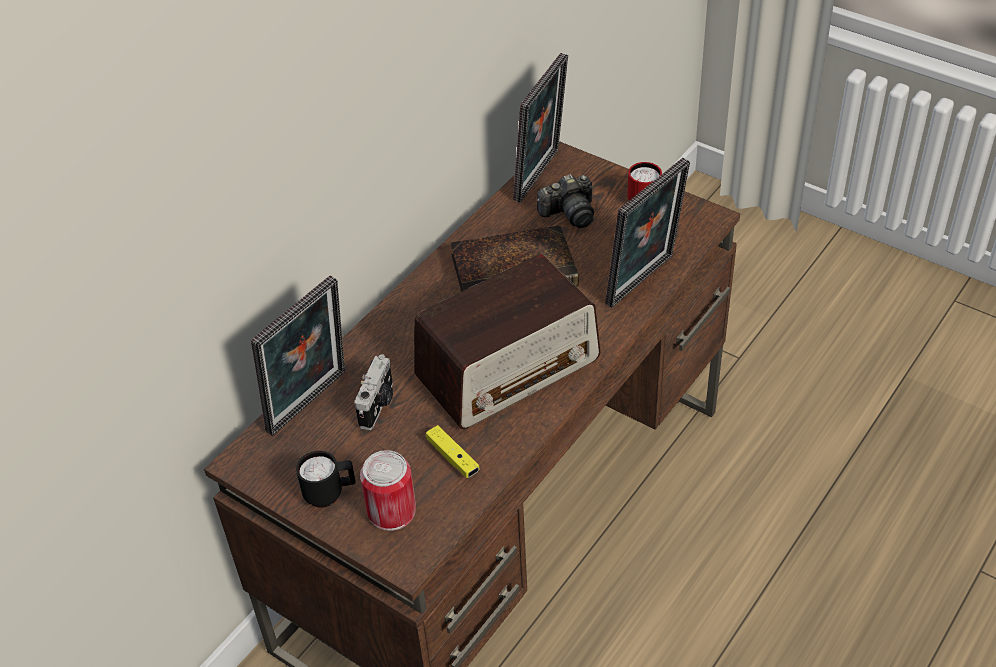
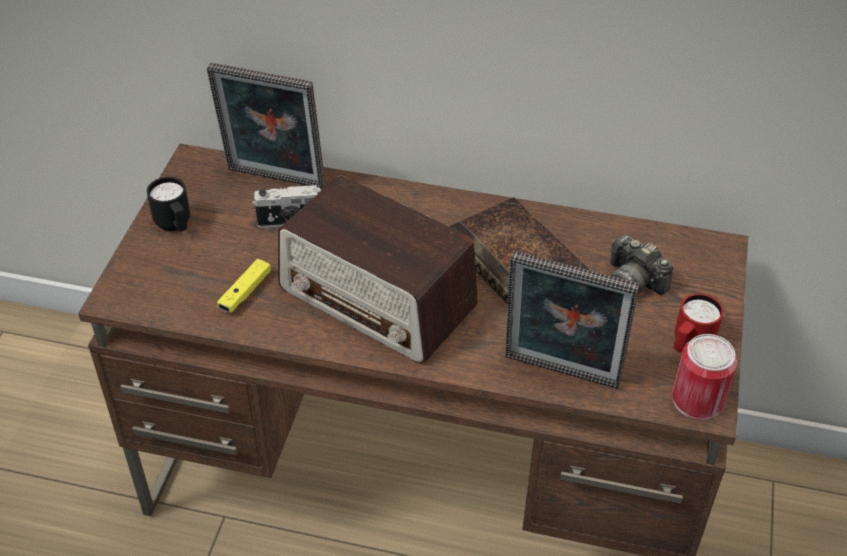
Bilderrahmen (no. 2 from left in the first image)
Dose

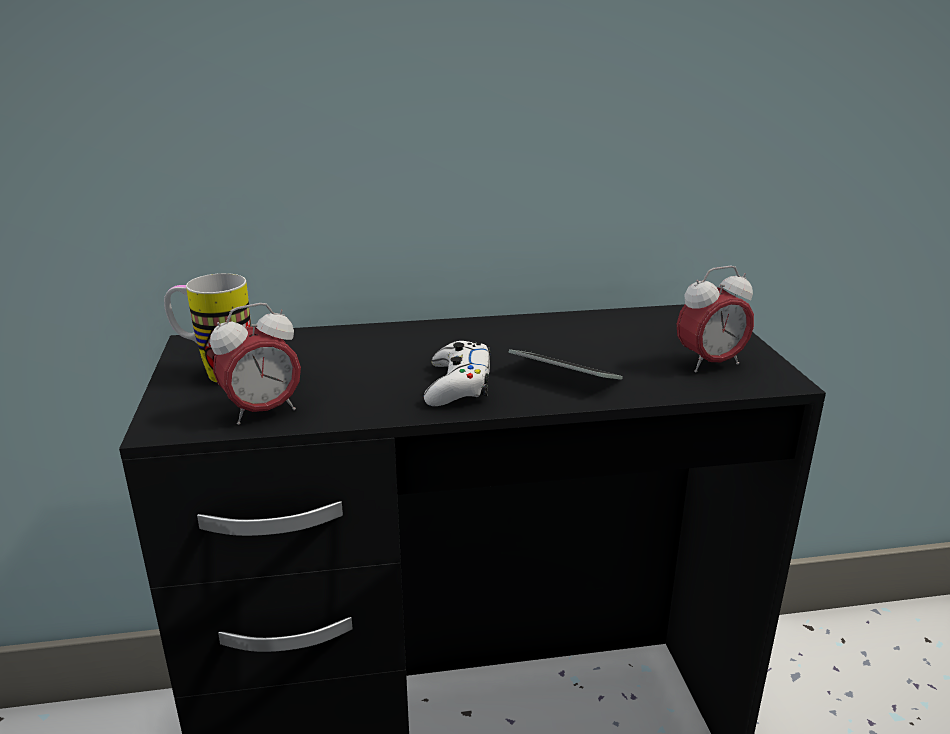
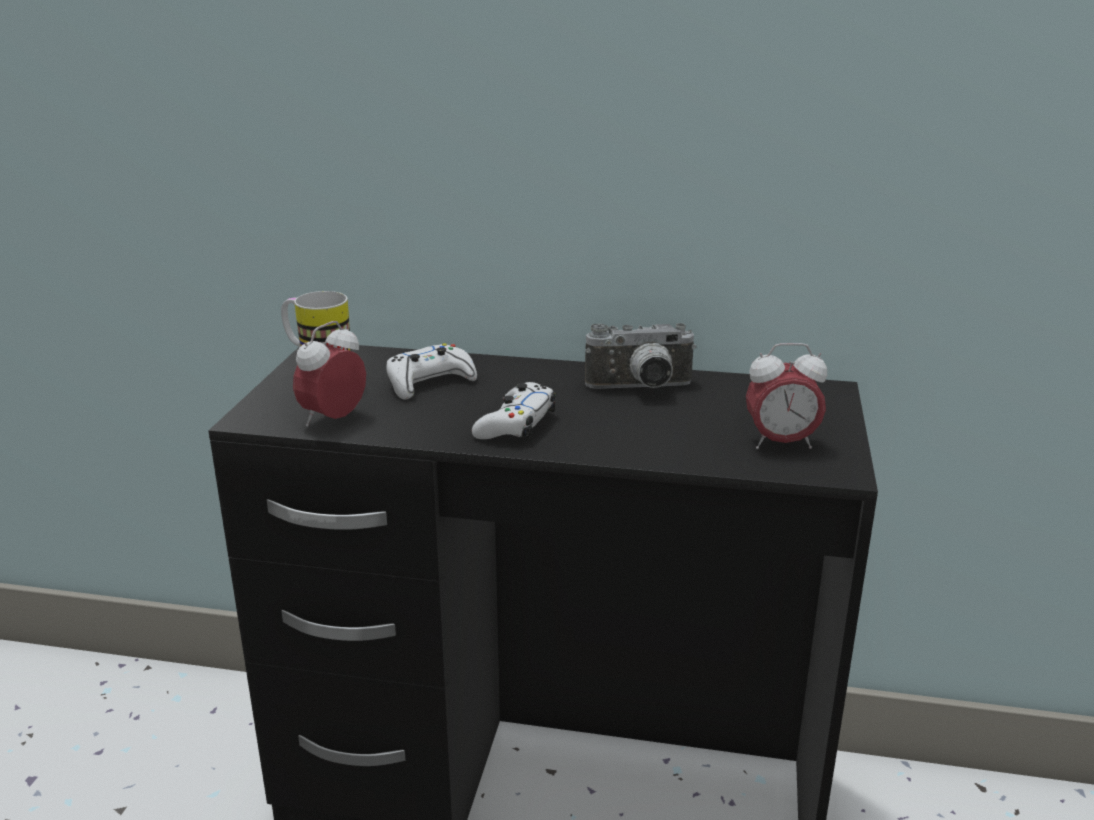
Handy
Gamepad [weiß] (no. 1 from left)
Kamera
Wecker (no. 1 from left)

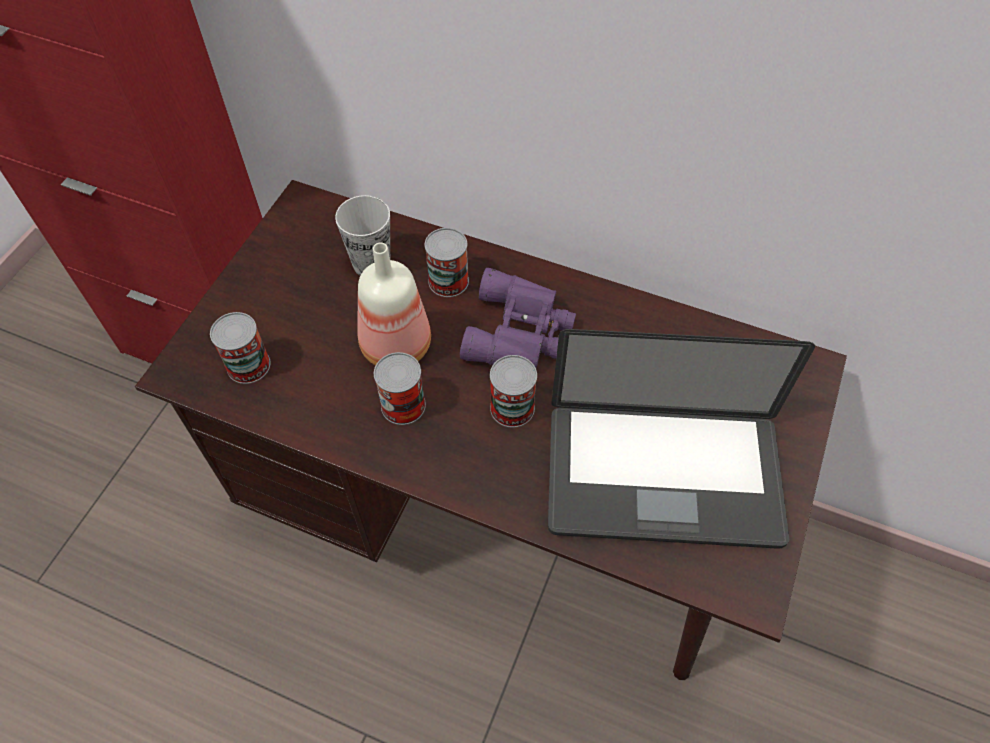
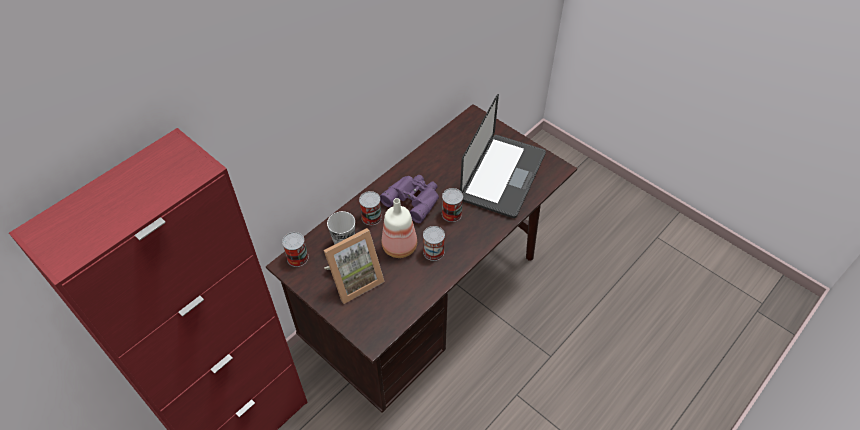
Bilderrahmen
Dose (no. 1 from left)

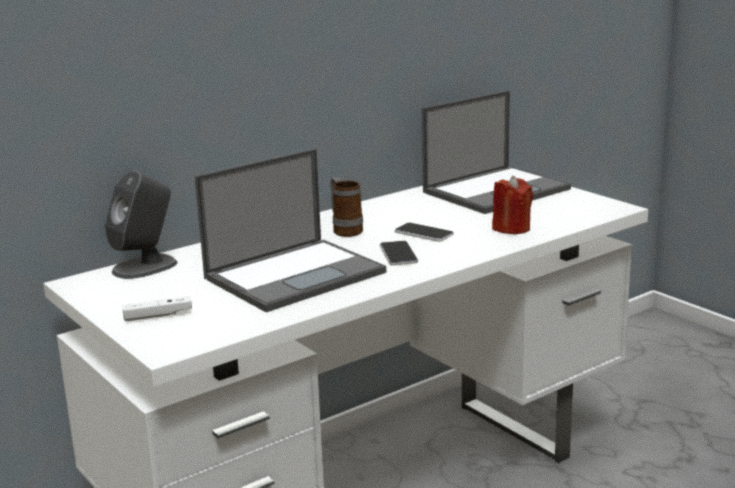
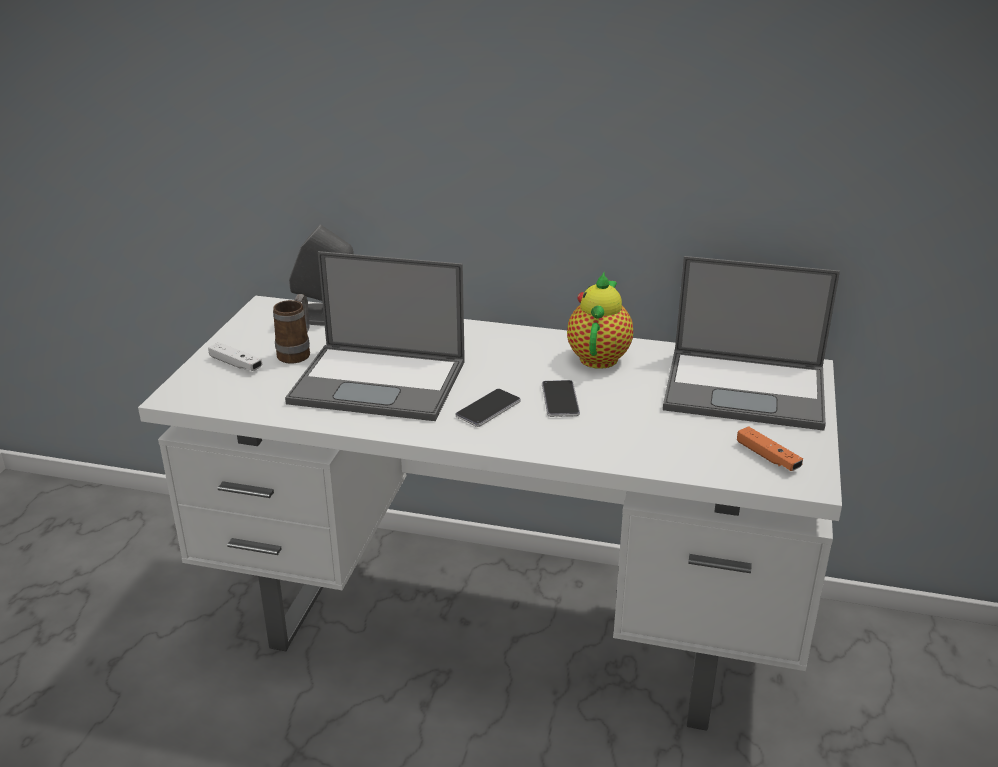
Kerze [rot]
Teekanne
Gamepad [orange]
Henkelbecher

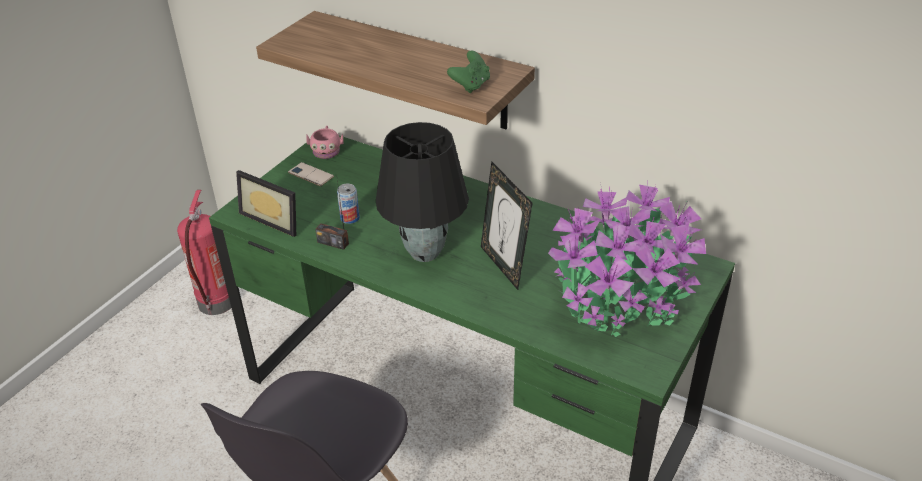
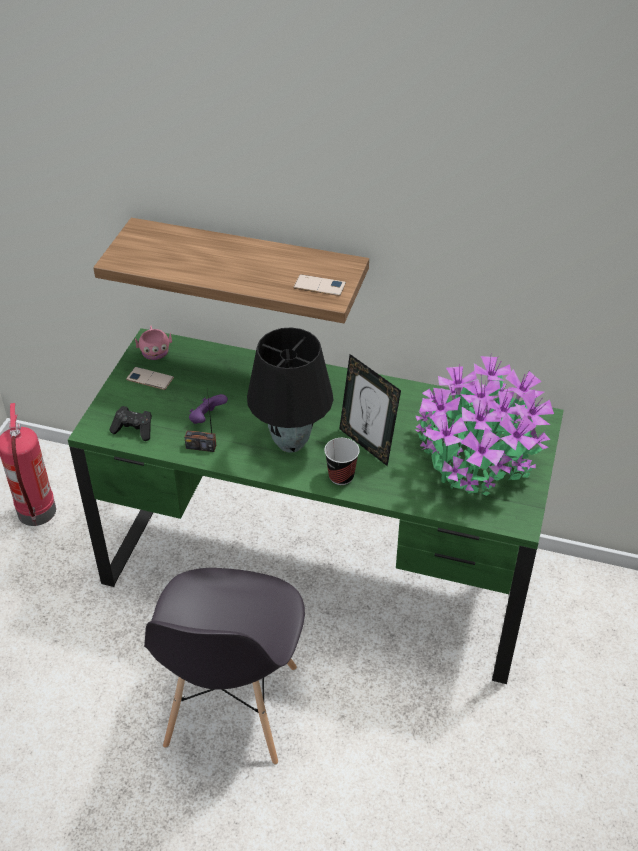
Tasse
Gamepad [schwarz]
Gamepad [lila]
Handy (no. 2 from left)

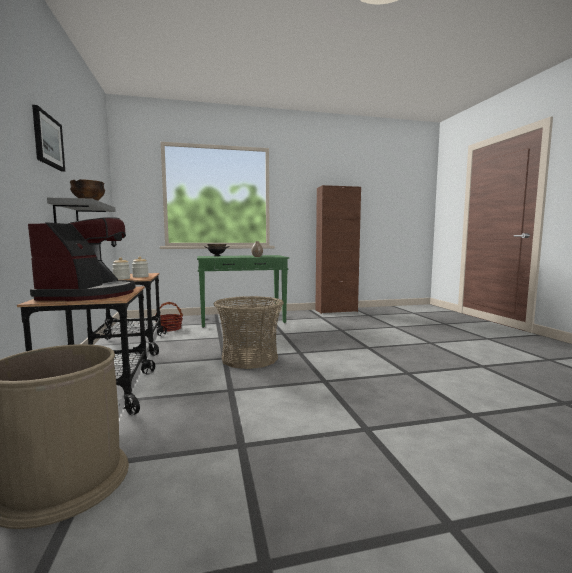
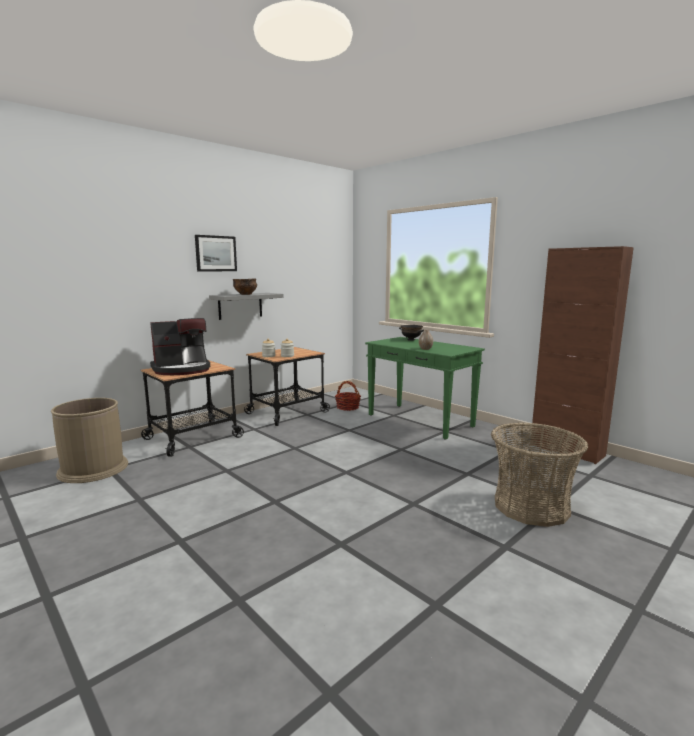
Korb (no. 2 from left)

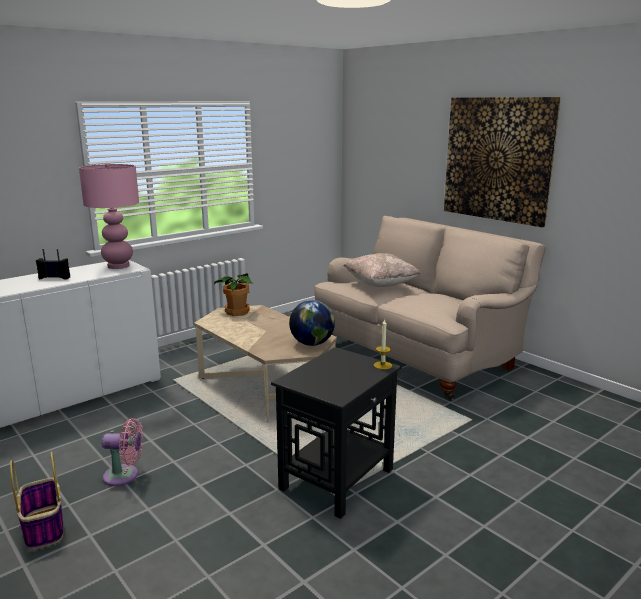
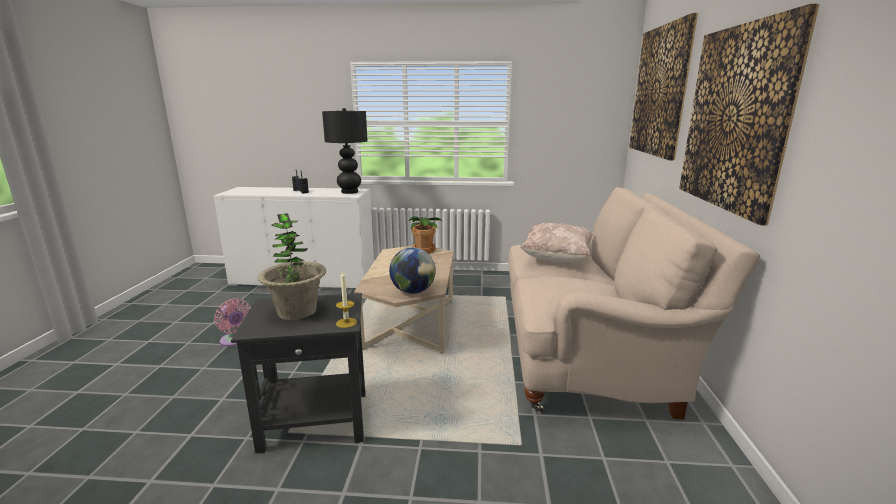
Korb
Topfpflanze (no. 1 from left)
Bild (no. 1 from left)
Tischlampe [schwarz]

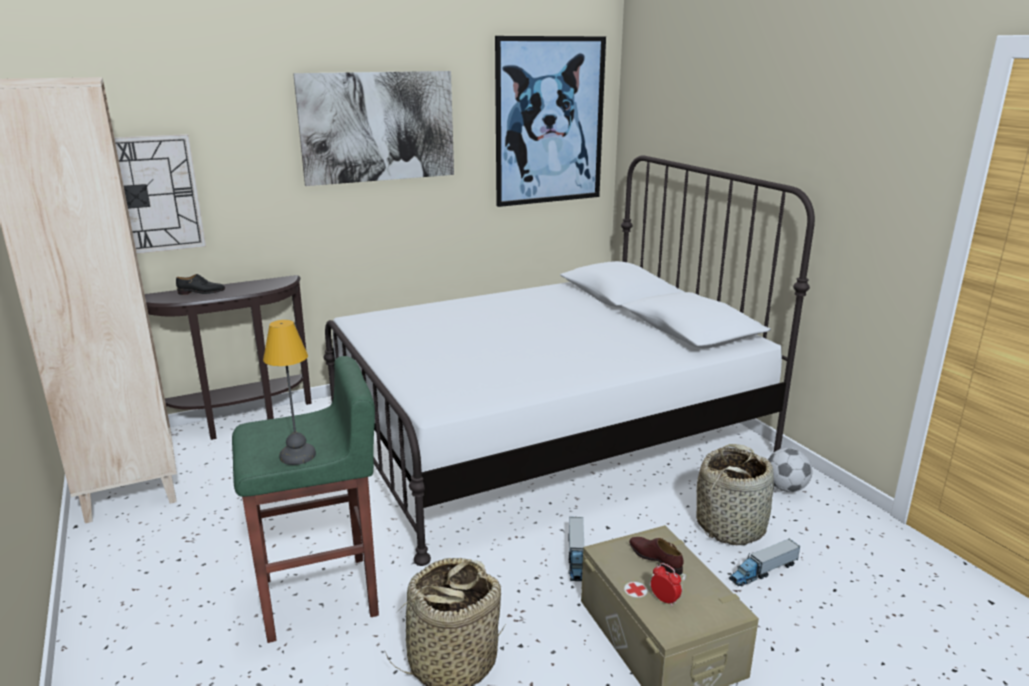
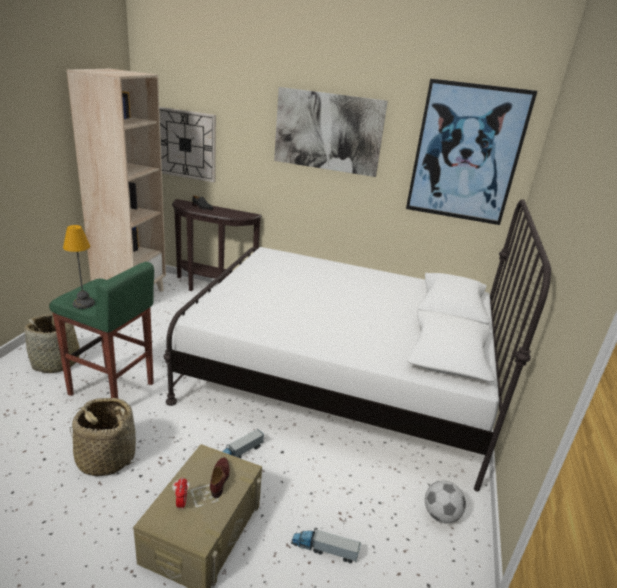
Korb (no. 1 from left)

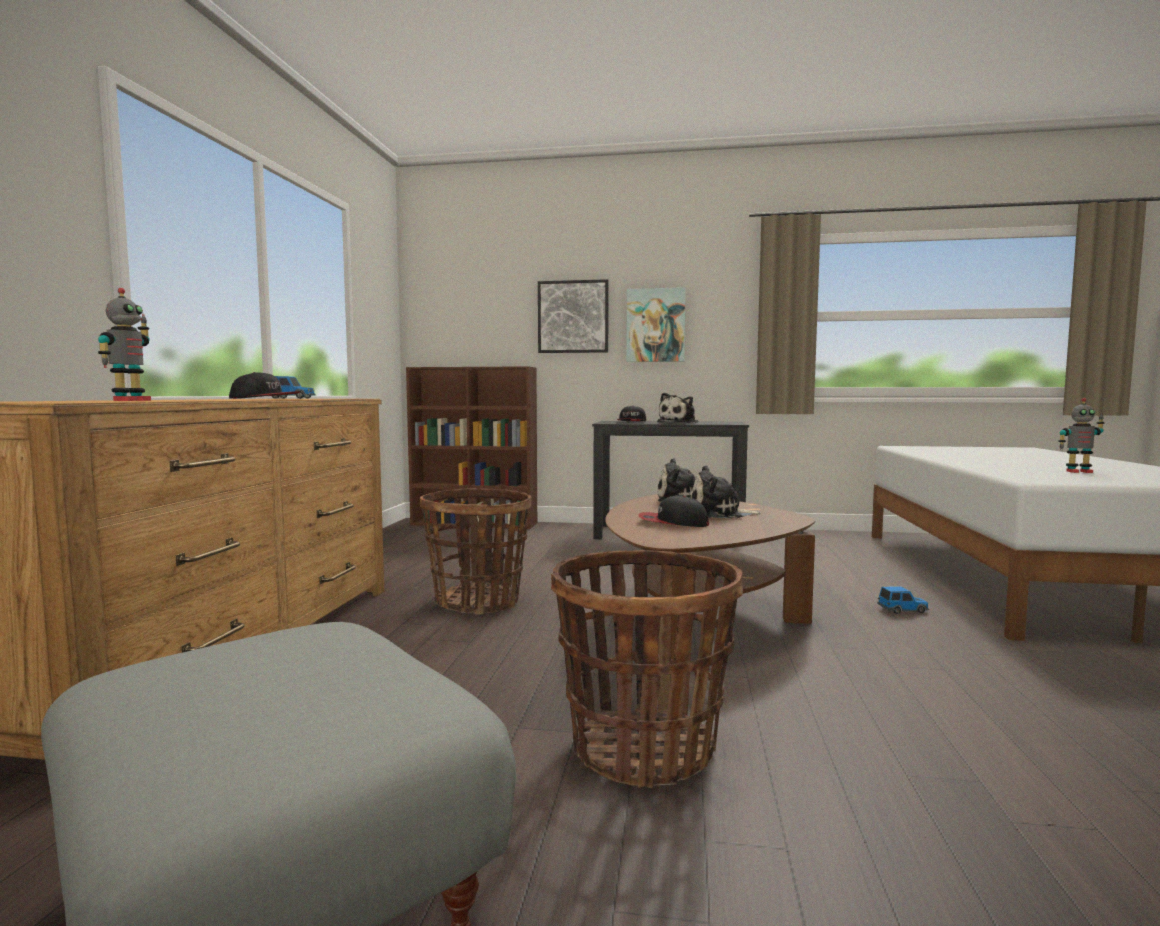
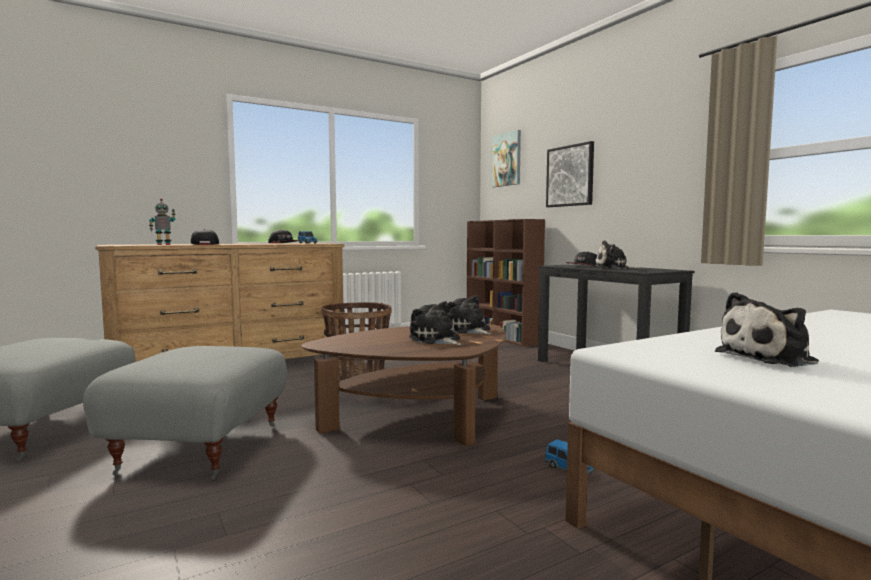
Bild (no. 1 from left)
Kappe (no. 1 from left)
Polsterhocker [grau] (no. 2 from left)
Plüschtier (no. 4 from left)

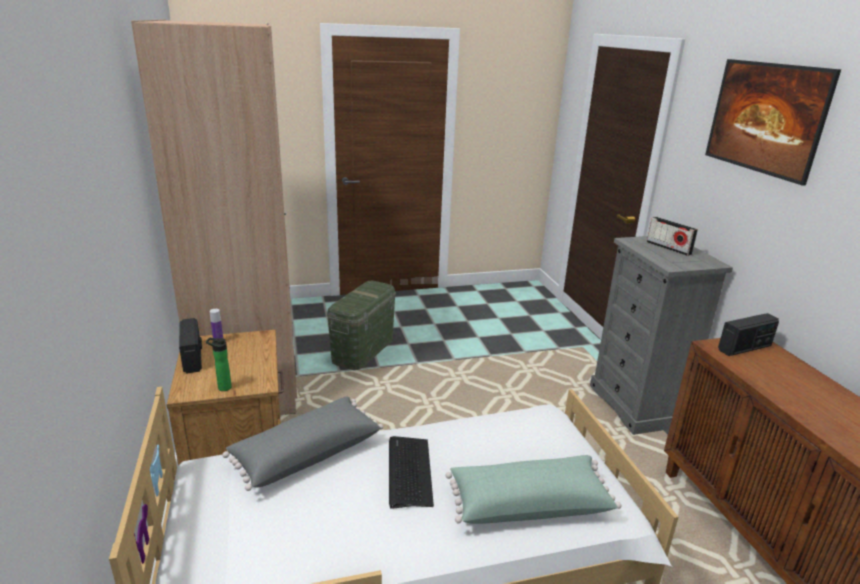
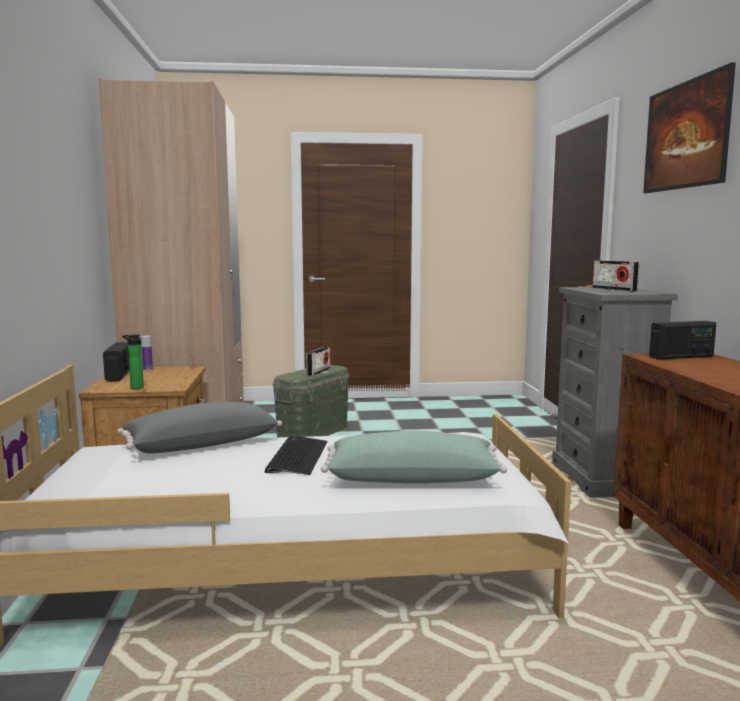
Radio (no. 2 from left)

